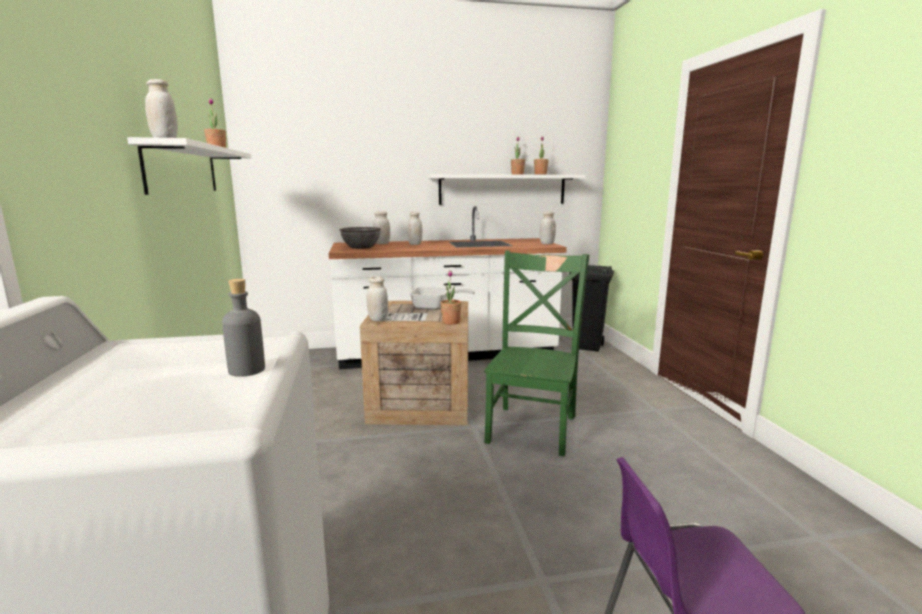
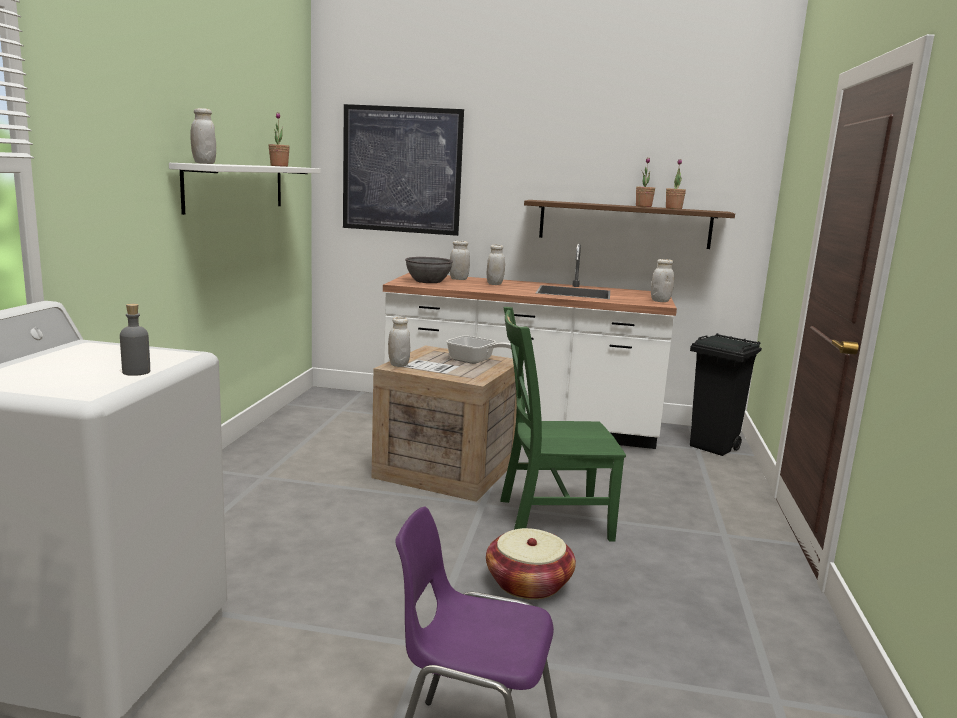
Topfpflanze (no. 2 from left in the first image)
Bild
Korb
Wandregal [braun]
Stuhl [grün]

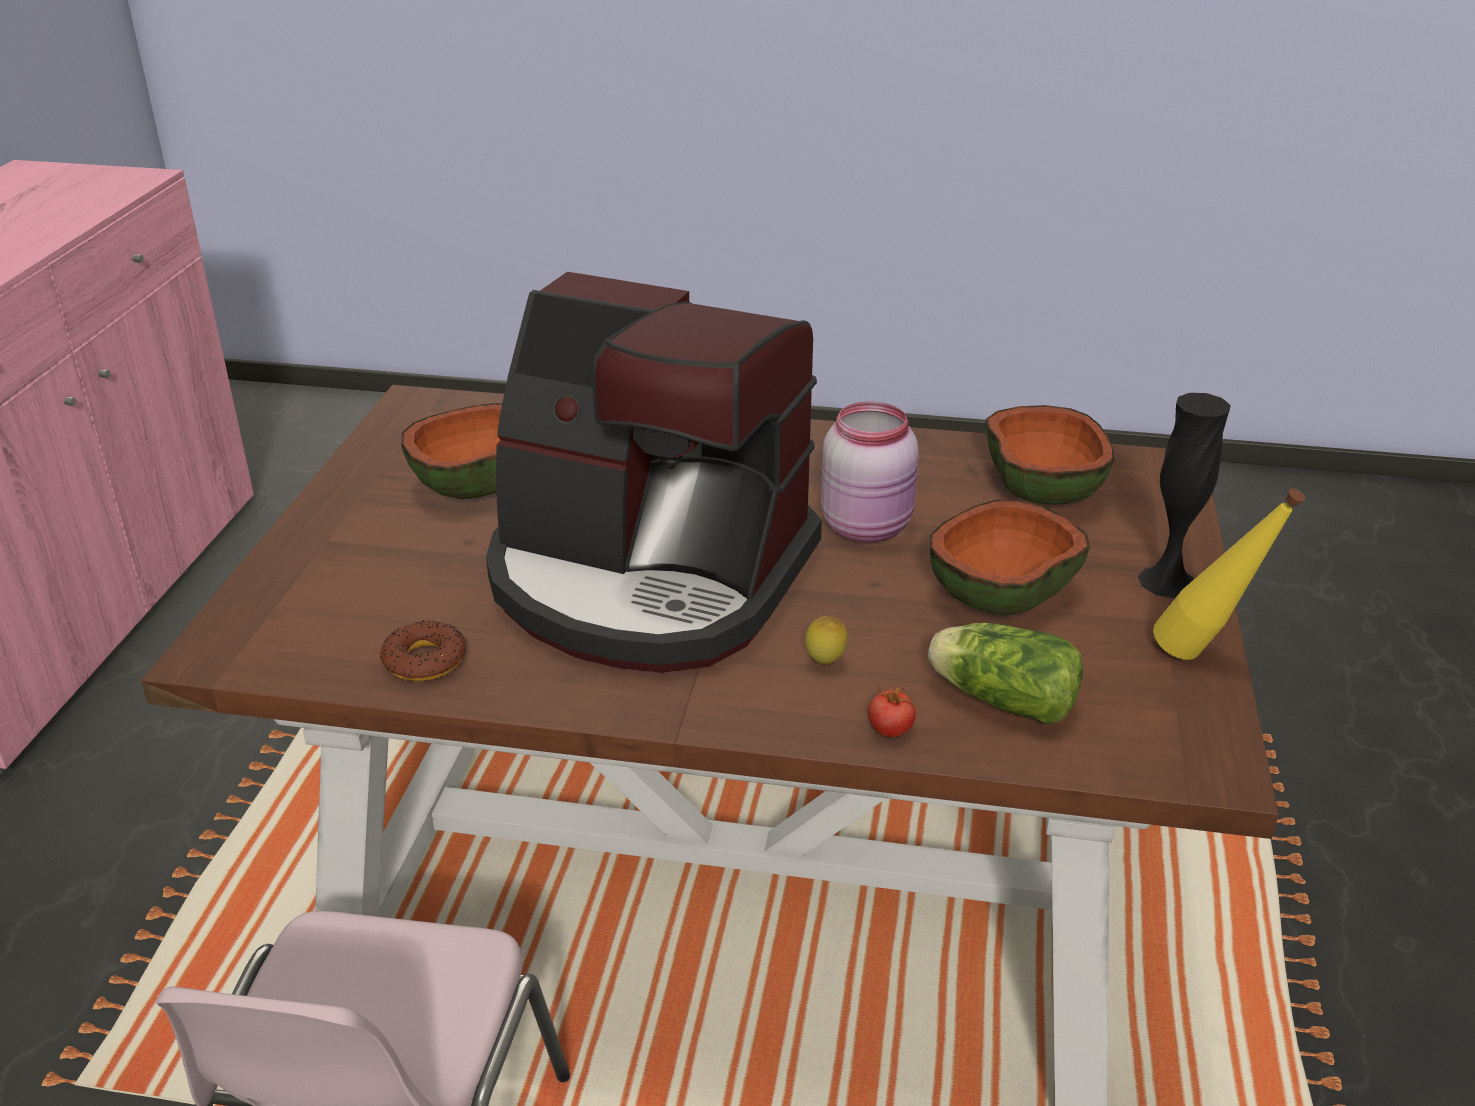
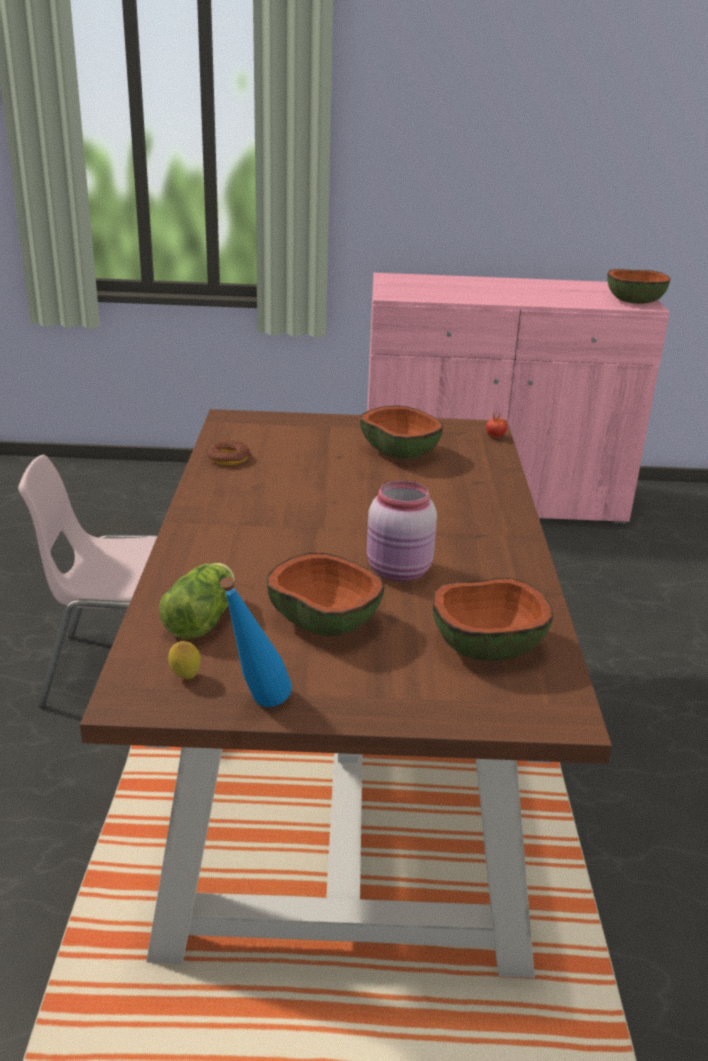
Kaffeemaschine
Vase [schwarz]
Schüssel (no. 4 from left)
Zitrone
Tomate
Flasche [blau]

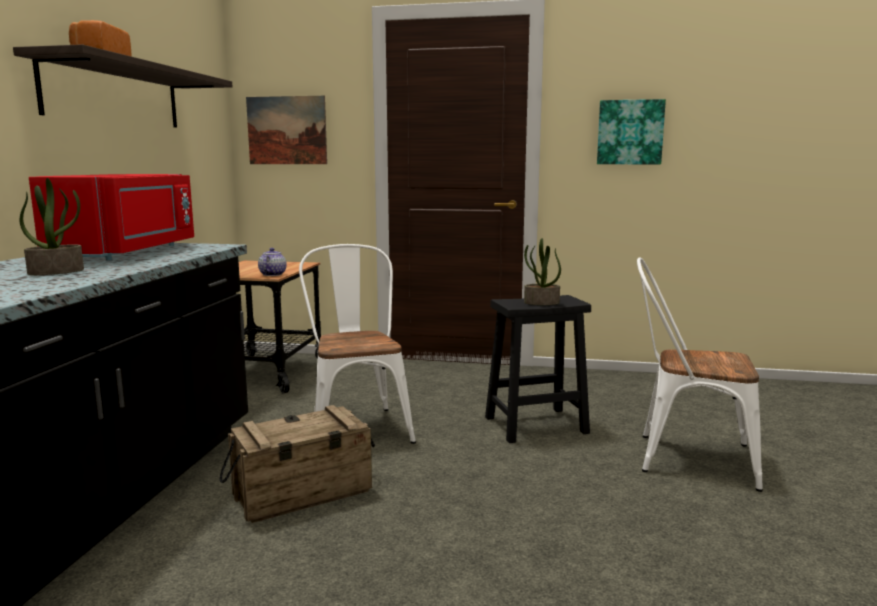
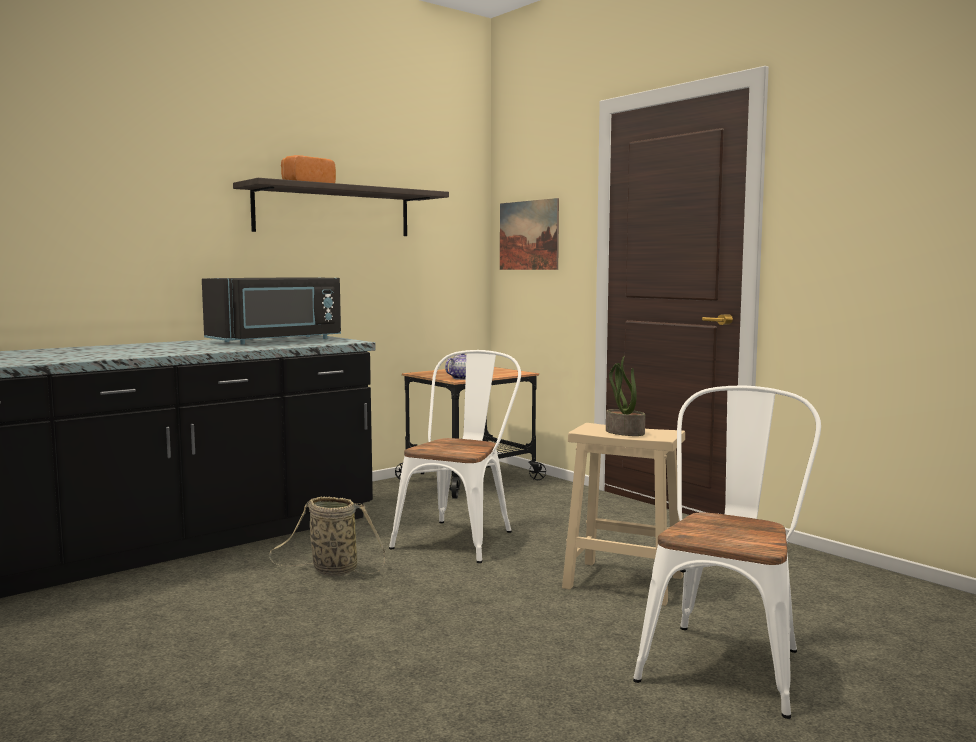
Topfpflanze (no. 1 from left in the first image)
Bild (no. 2 from left in the first image)
Korb
Mikrowelle [schwarz]
Hocker [beige]
Stuhl [weiß] (no. 2 from left)

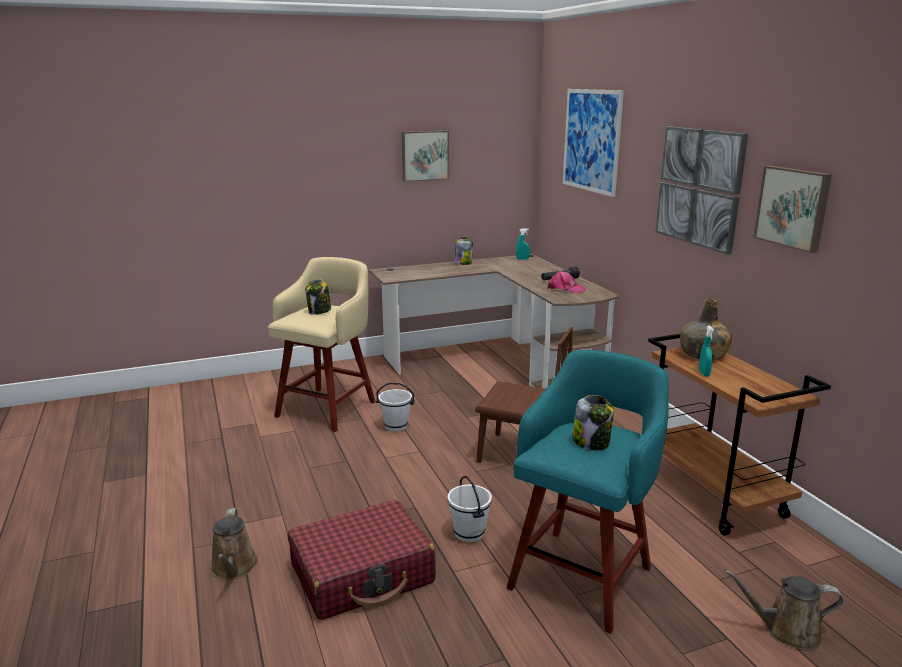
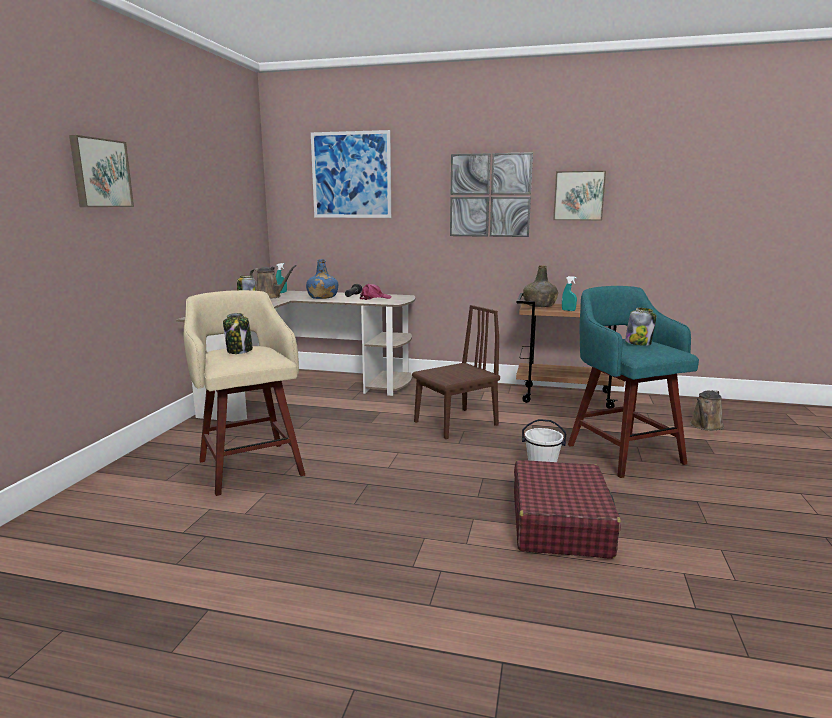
Eimer [weiß] (no. 1 from left in the first image)
Flasche [blau]
Gießkanne [braun] (no. 1 from left)
Bild (no. 1 from left)

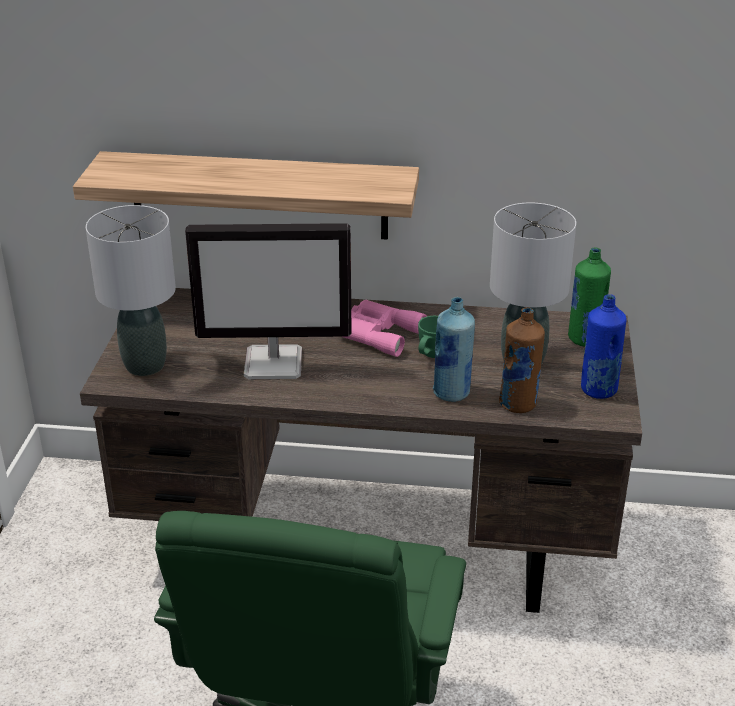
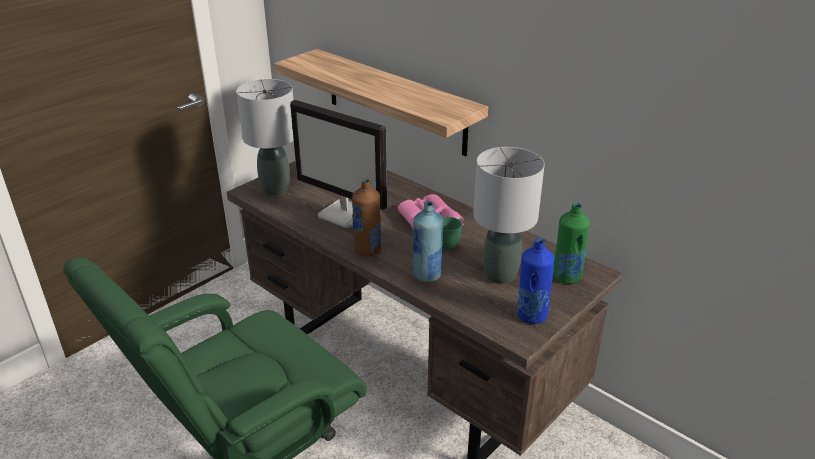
Flasche [braun]

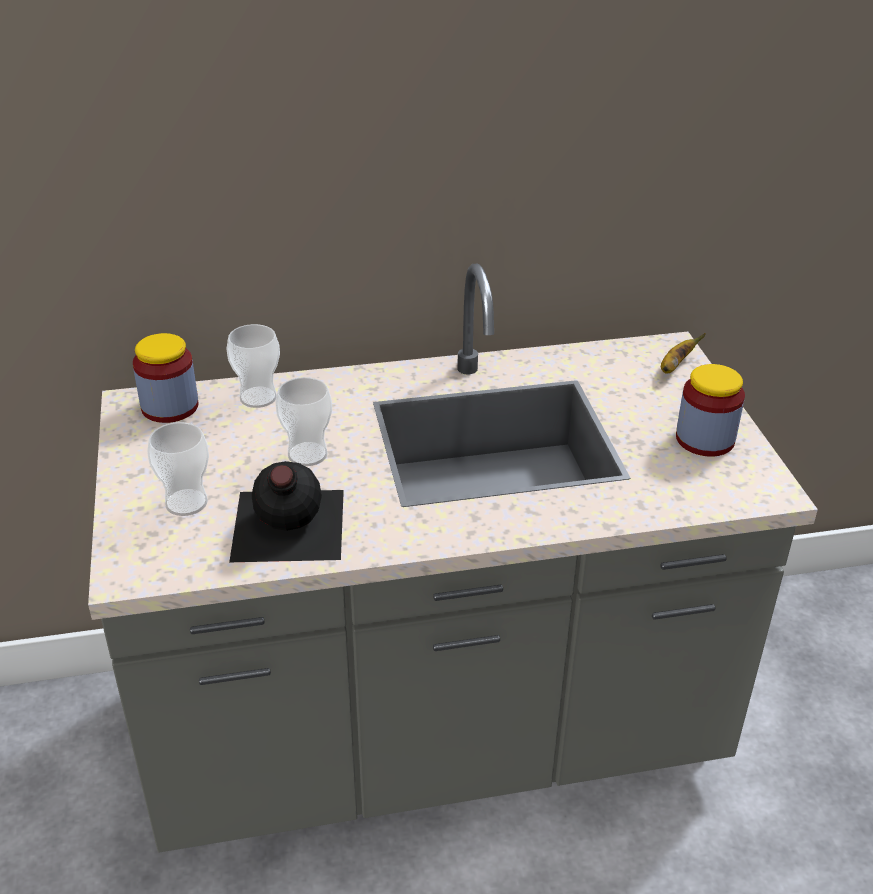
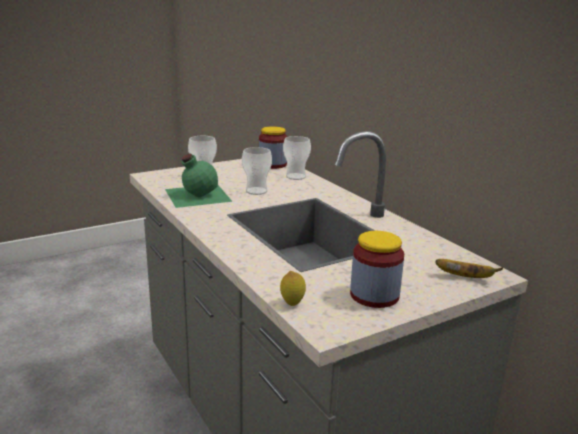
Zitrone
Flasche [grün]

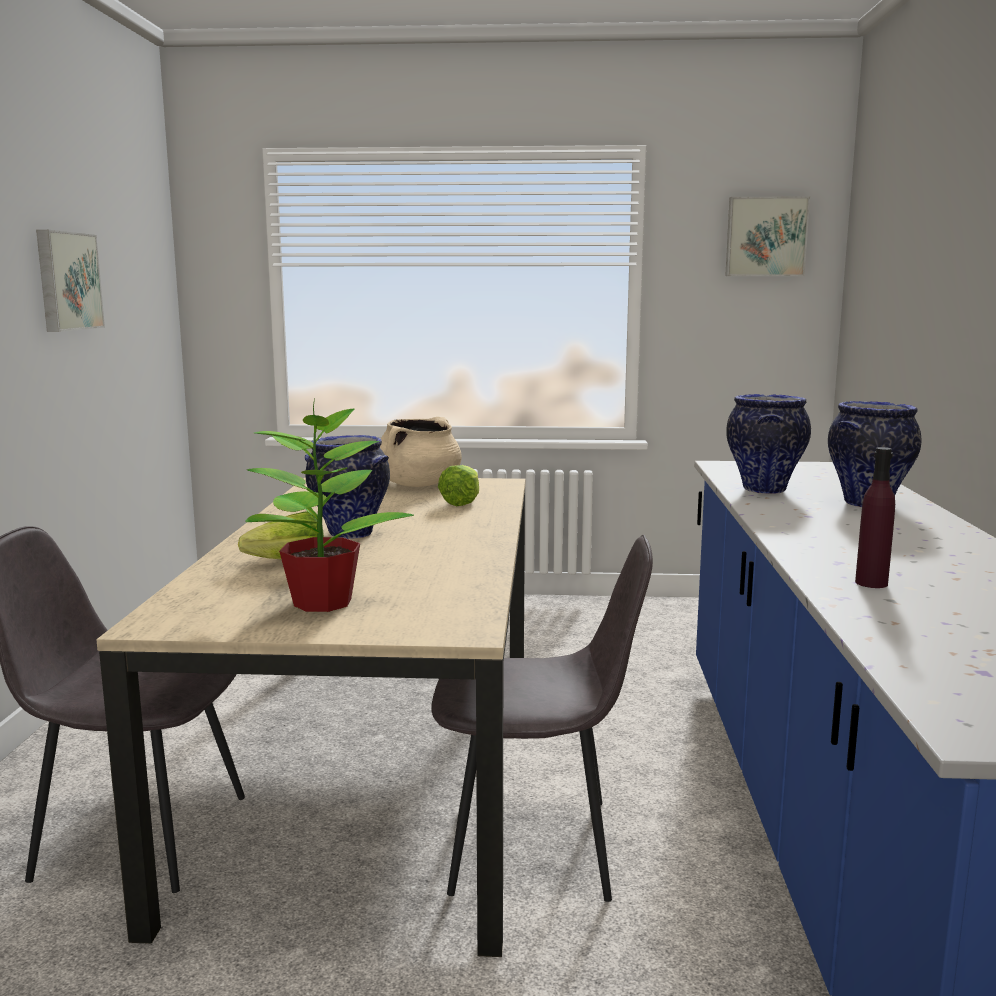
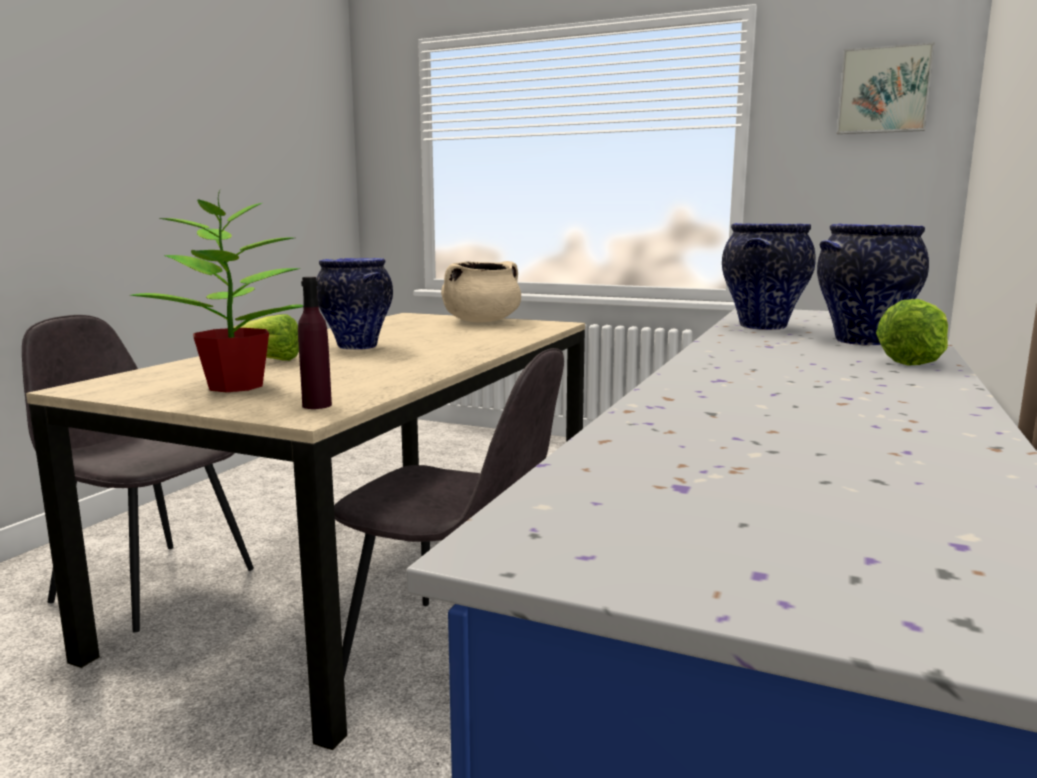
Bild (no. 1 from left in the first image)
Salatkopf (no. 2 from left)
Flasche [lila]

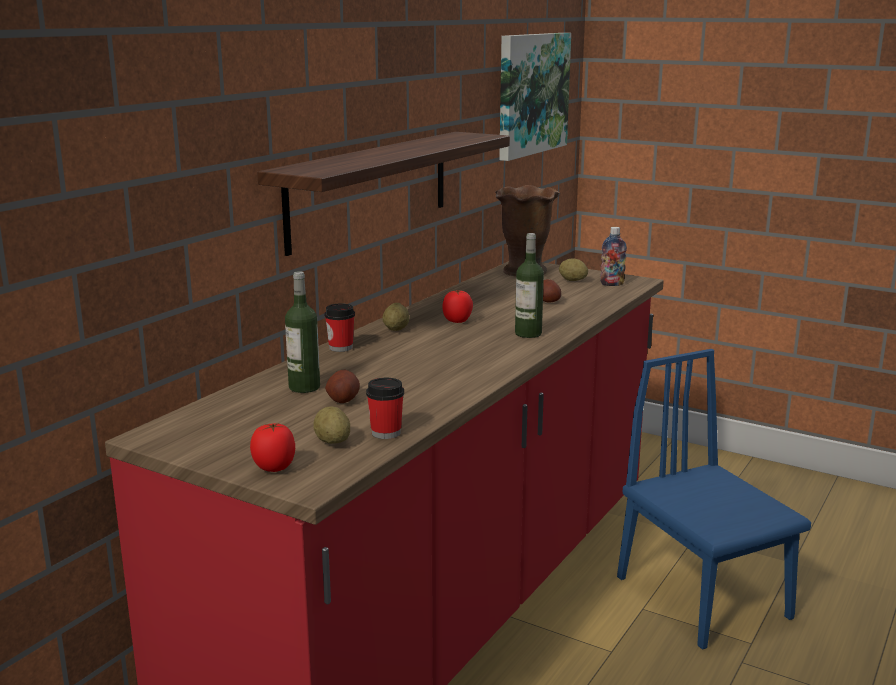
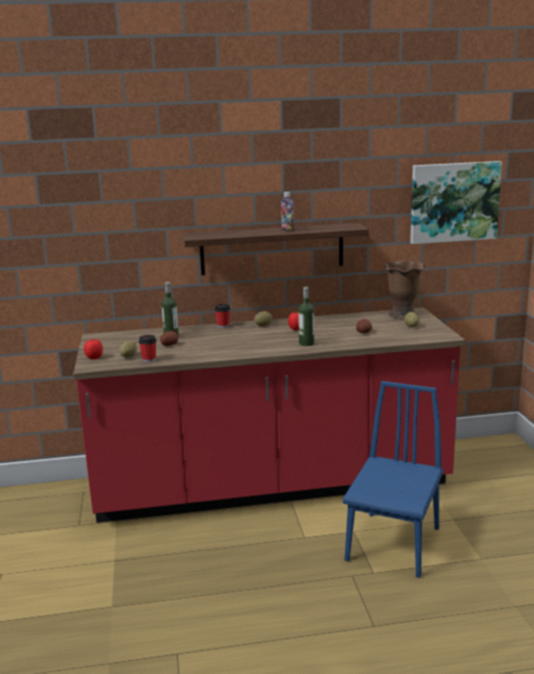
Flasche (no. 2 from left)

